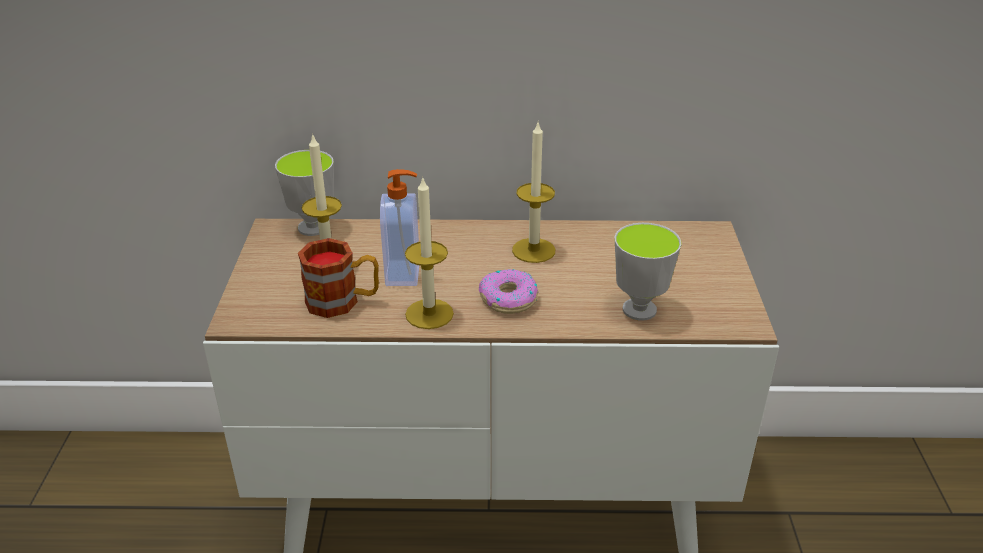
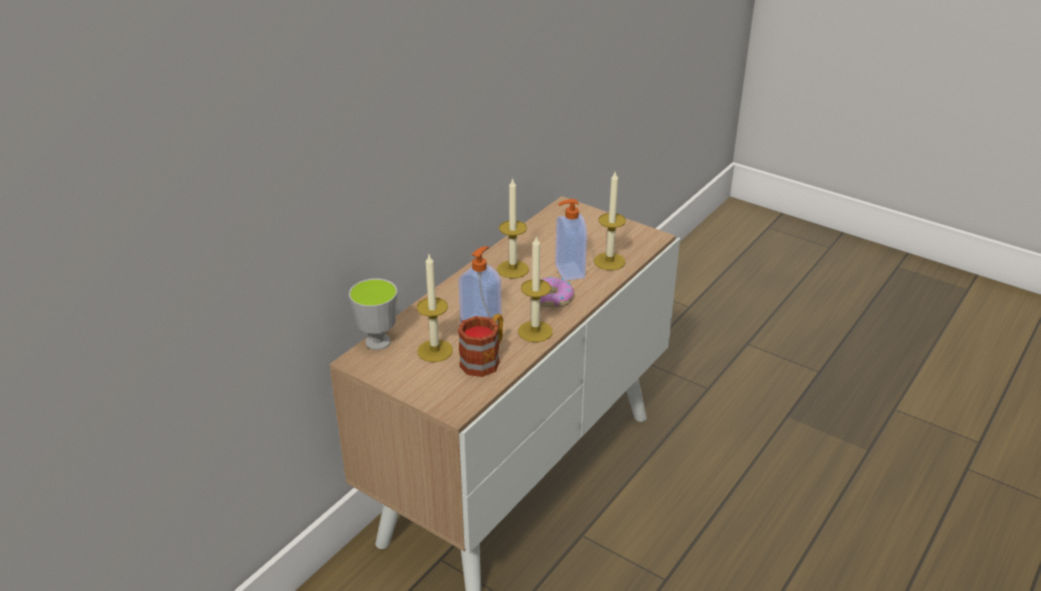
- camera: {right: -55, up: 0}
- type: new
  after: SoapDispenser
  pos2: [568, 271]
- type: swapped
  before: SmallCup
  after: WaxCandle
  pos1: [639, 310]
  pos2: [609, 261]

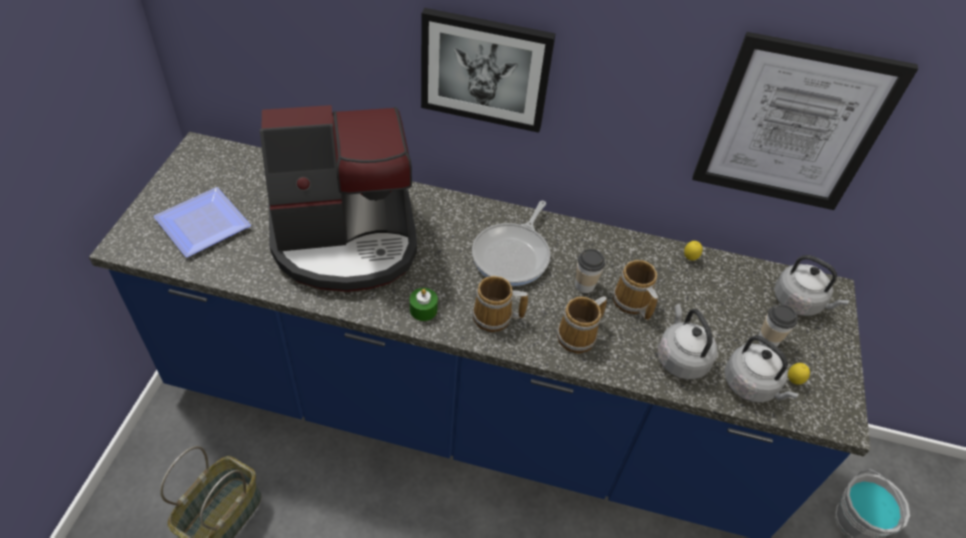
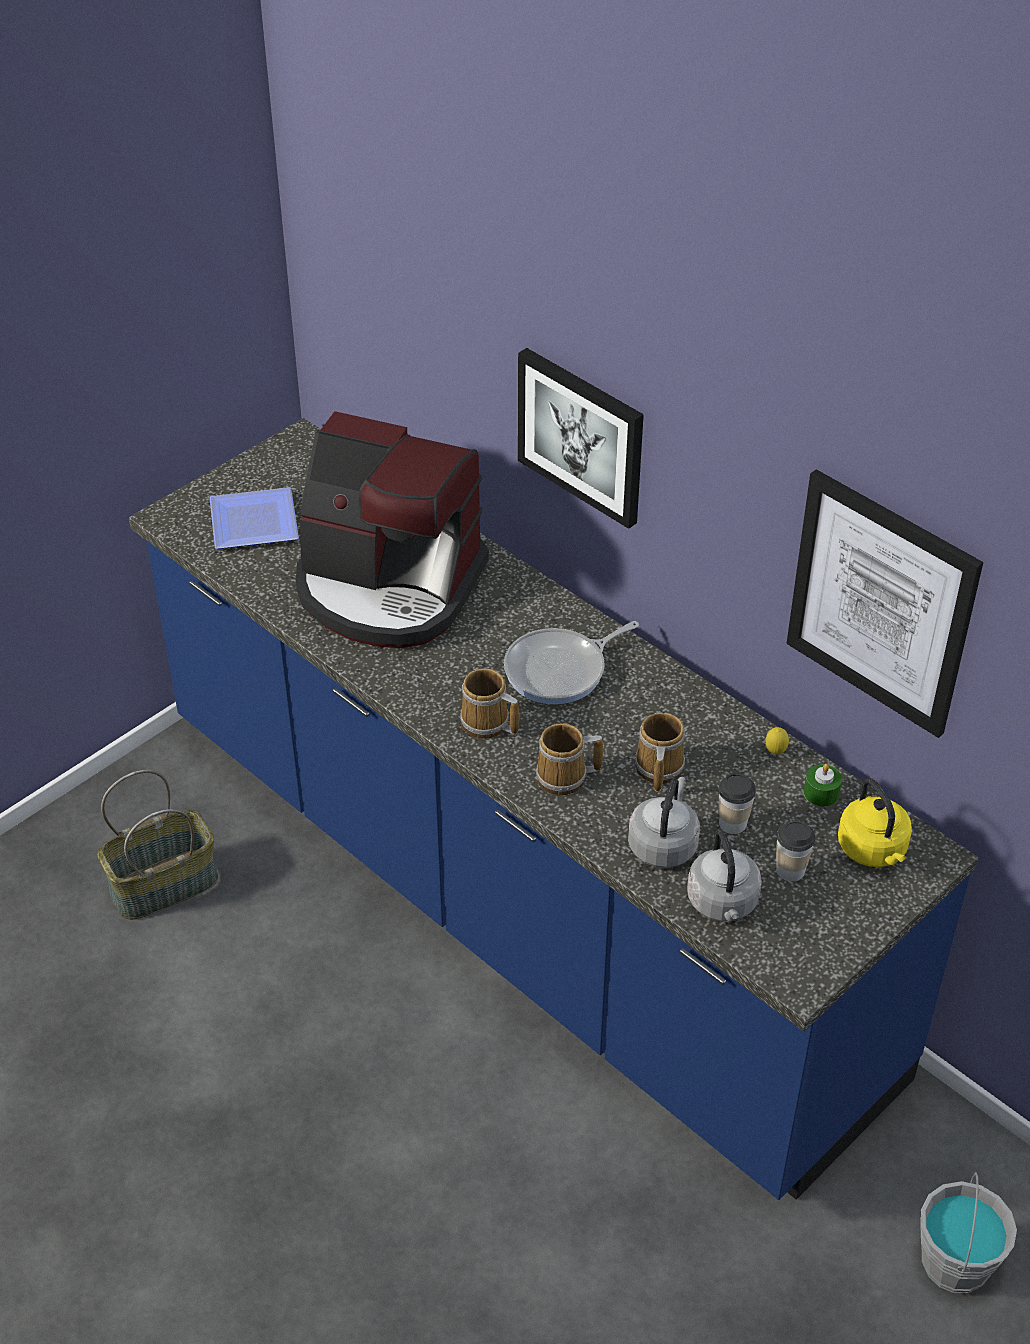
- camera: {right: 35, up: -5}
- type: shifted
  before: SmallCup
  pos1: [584, 285]
  pos2: [732, 823]
- type: shifted
  before: GreenWaxCandle
  pos1: [423, 310]
  pos2: [821, 793]
- type: repainted
  before: GreyWaterKettle
  after: YellowWaterKettle
  pos1: [799, 302]
  pos2: [873, 850]
- type: gone
  before: Lemon
  pos1: [793, 381]

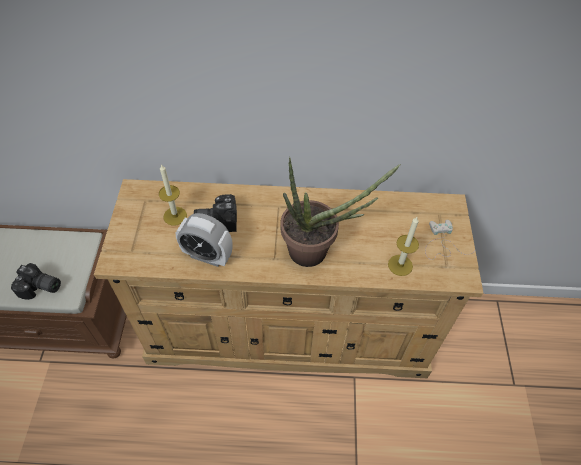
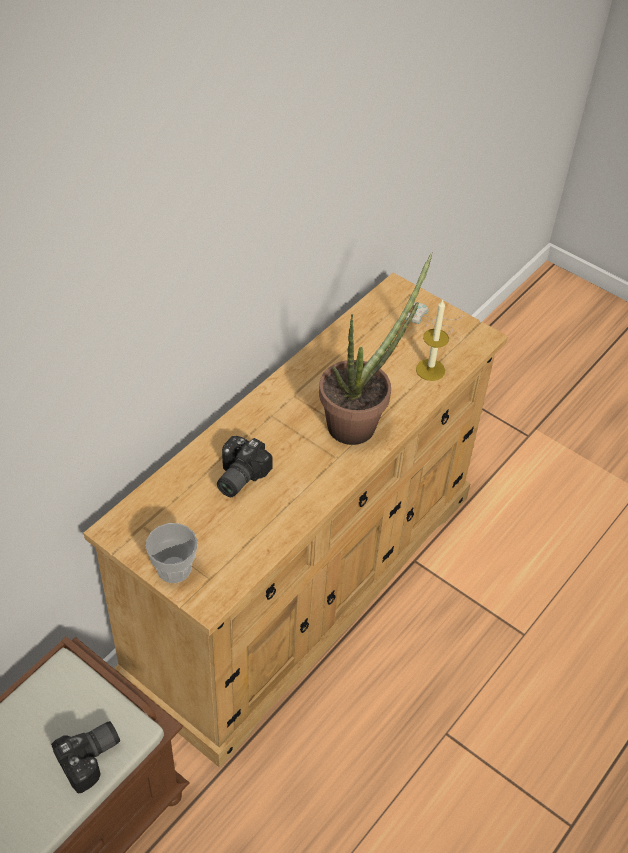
- camera: {right: -55, up: -5}
- type: new
  after: SmallCup
  pos2: [174, 569]
- type: gone
  before: WaxCandle
  pos1: [175, 216]
- type: gone
  before: AlarmClock
  pos1: [207, 256]

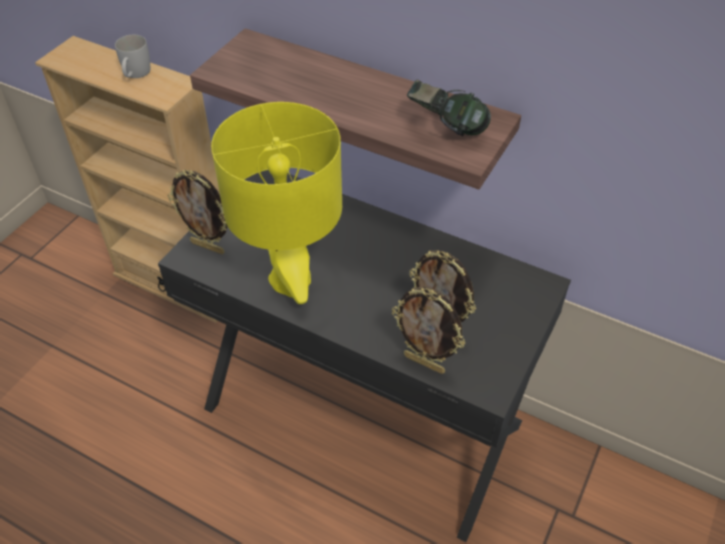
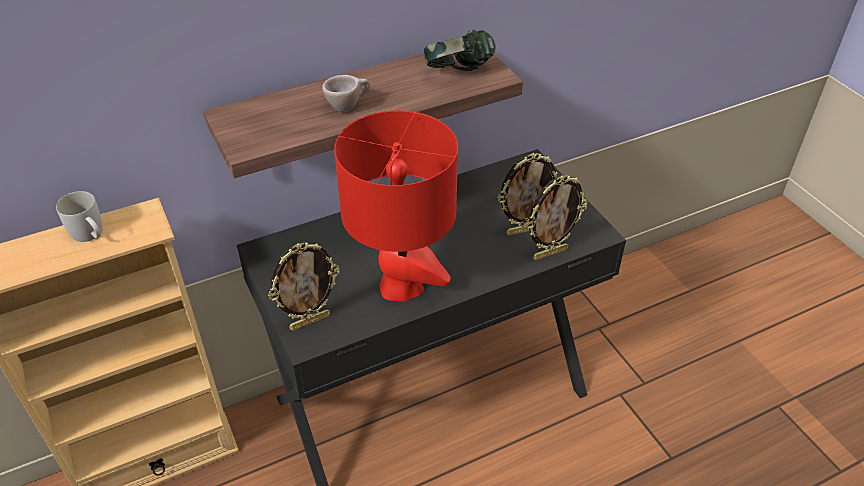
- camera: {right: -55, up: -5}
- type: new
  after: BeigeColouredSmallCup
  pos2: [348, 106]
- type: repainted
  before: YellowTabletopLamp
  after: RedColouredTabletopLamp
  pos1: [290, 280]
  pos2: [401, 286]

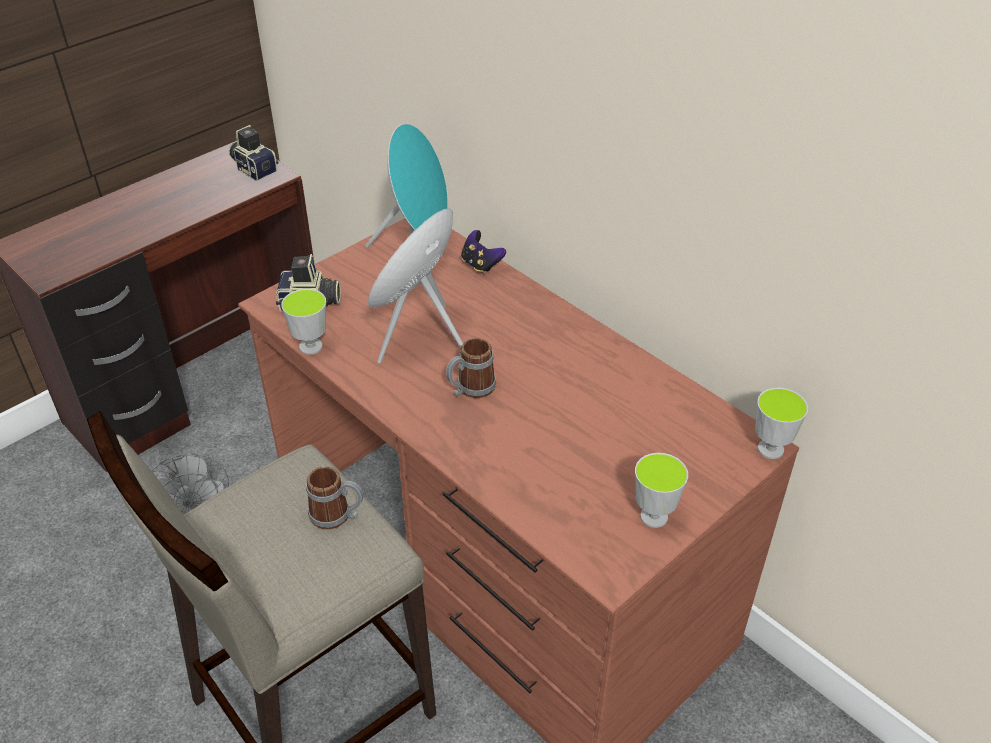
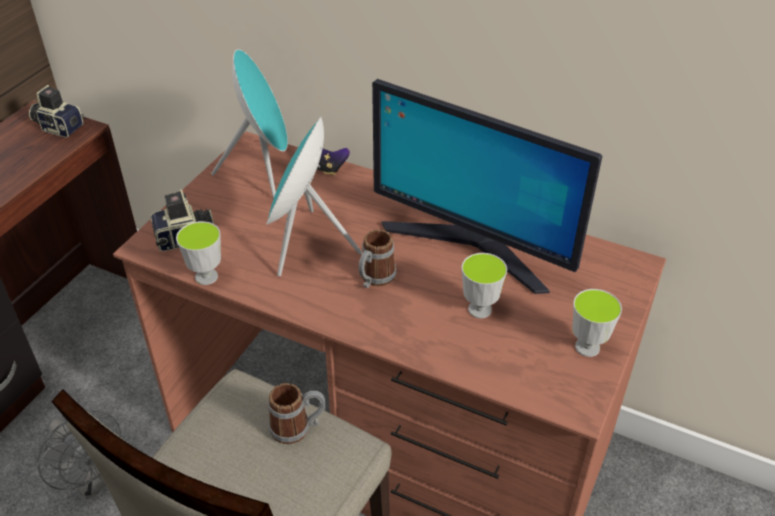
- camera: {right: -20, up: 0}
- type: new
  after: ComputerScreen
  pos2: [472, 246]
- type: shifted
  before: SmallCup
  pos1: [770, 449]
  pos2: [479, 309]

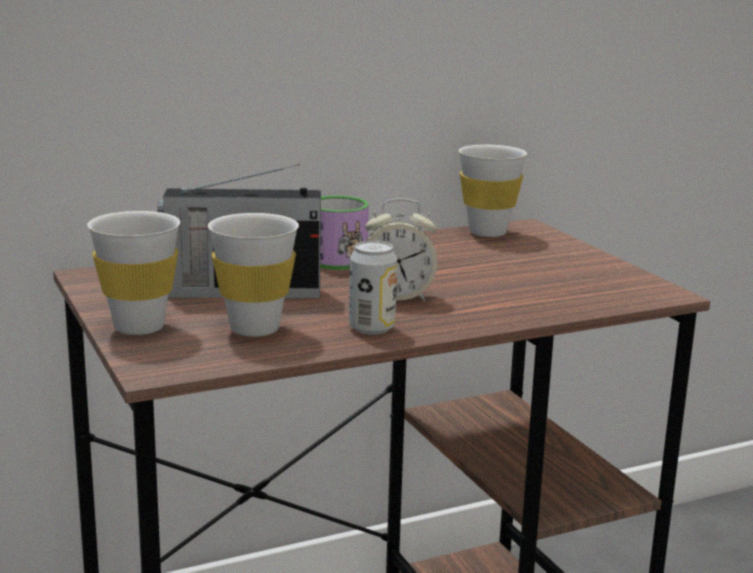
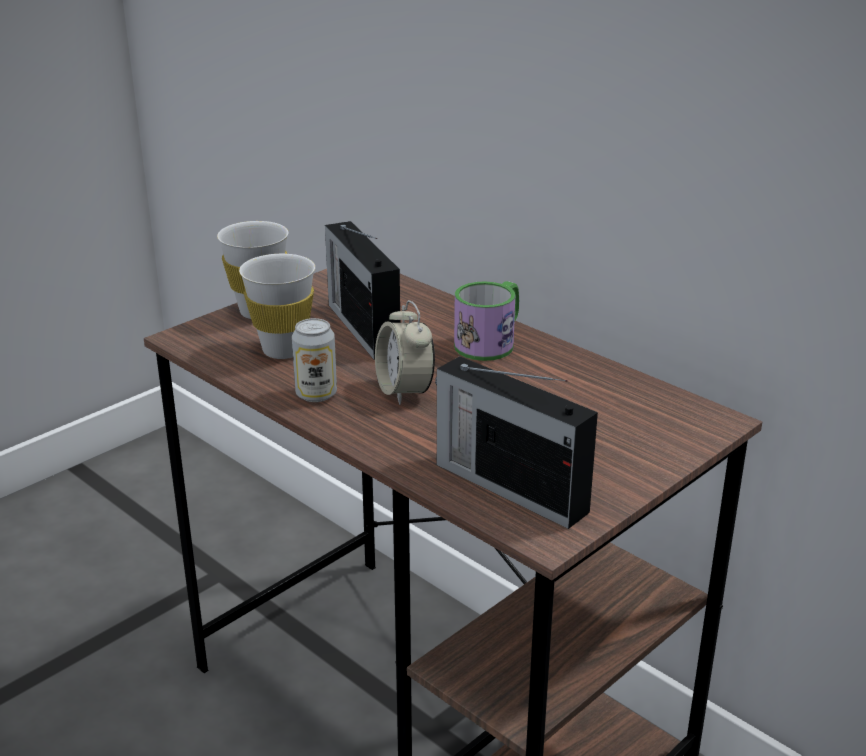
- camera: {right: 70, up: 10}
- type: new
  after: RadioReceiver
  pos2: [508, 486]
- type: gone
  before: WhitishSmallCup
  pos1: [487, 232]

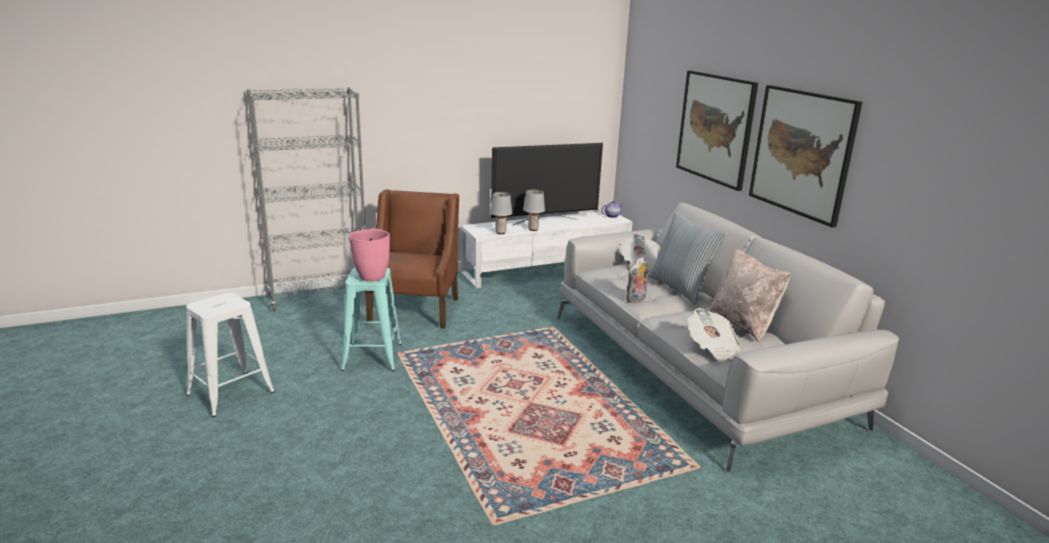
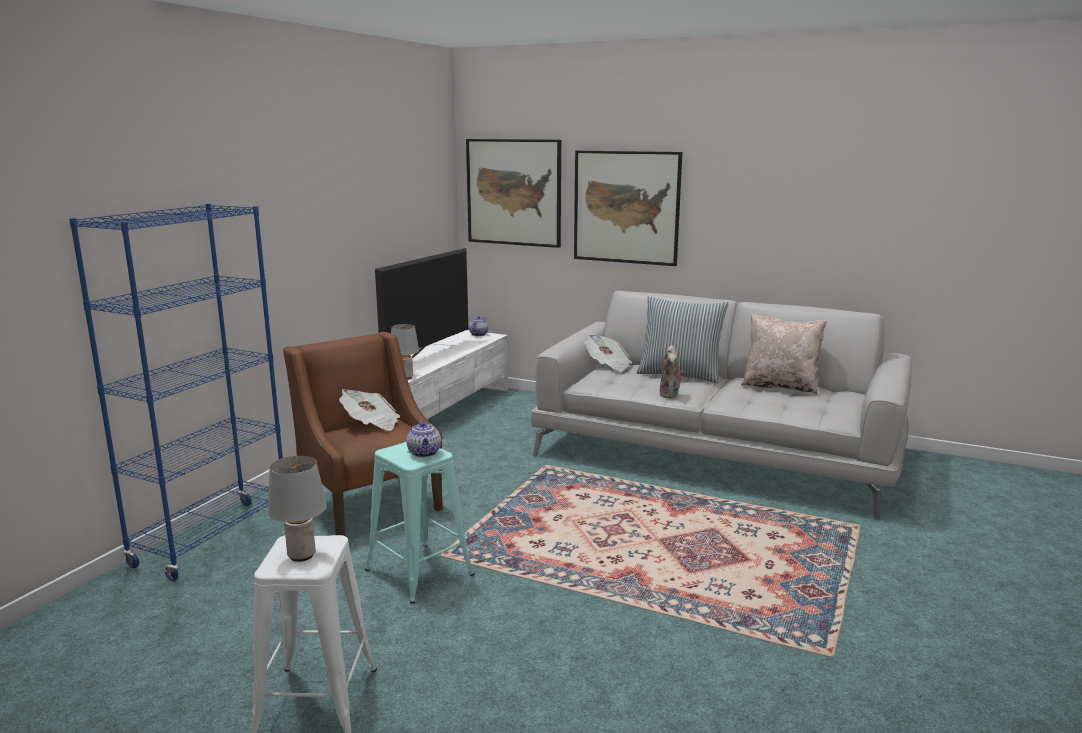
- camera: {right: -40, up: -5}
- type: repainted
  before: GreyShelvingUnit
  after: BluishShelvingUnit
  pos1: [319, 297]
  pos2: [213, 539]
- type: shifted
  before: GreyTabletopLamp
  pos1: [533, 229]
  pos2: [302, 555]
- type: shifted
  before: DailyPaper
  pos1: [712, 348]
  pos2: [371, 423]
- type: swapped
  before: PinkColouredVase
  after: Teapot
  pos1: [371, 277]
  pos2: [424, 453]
- type: shifted
  before: WallPicture
  pos1: [802, 153]
  pos2: [514, 192]

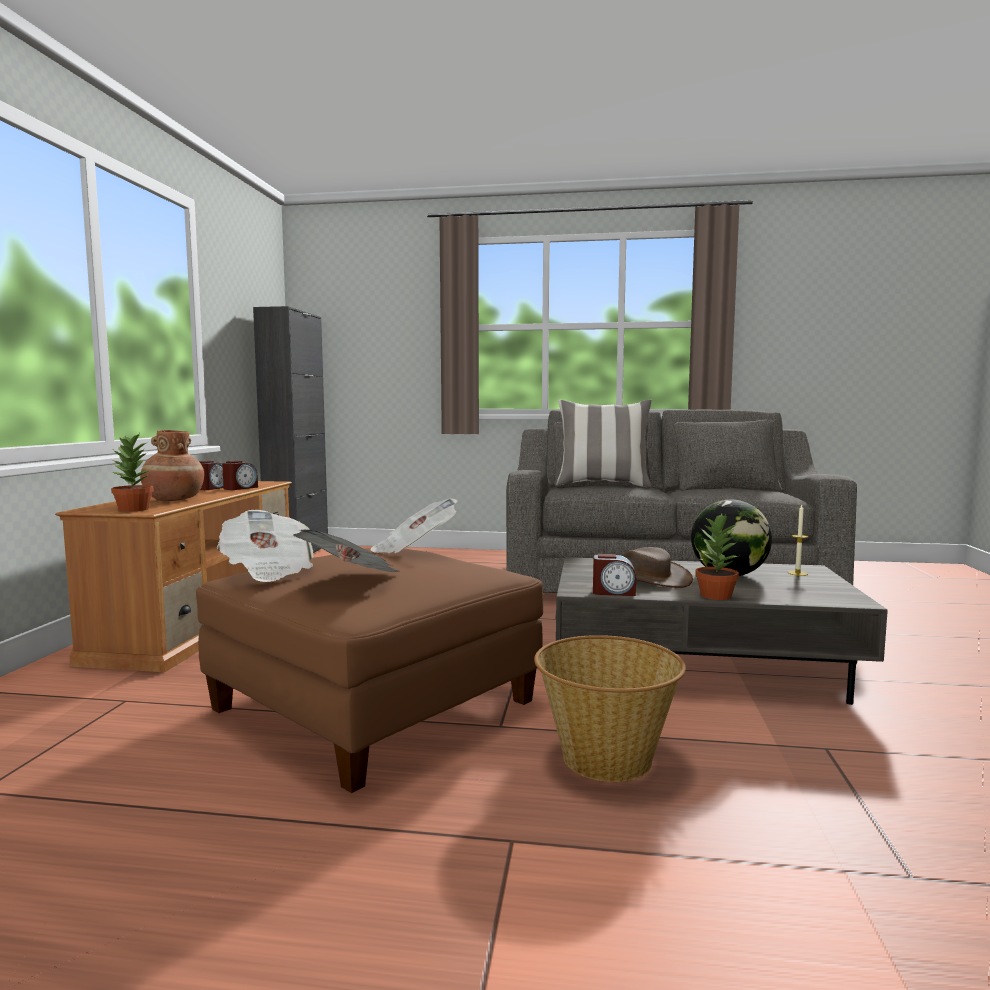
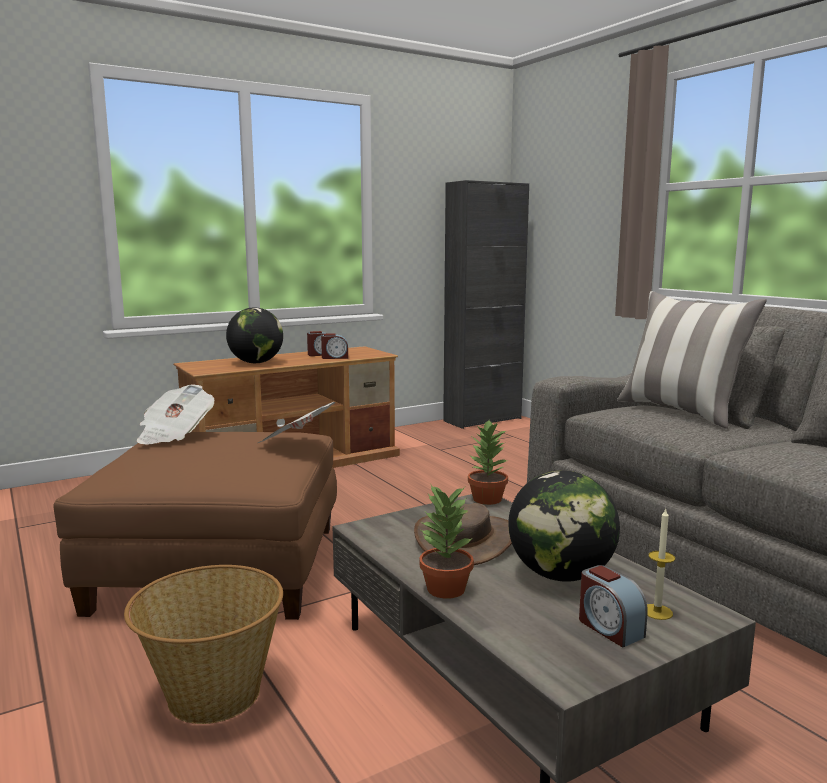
- camera: {right: 50, up: 5}
- type: swapped
  before: BrownVase
  after: Globe
  pos1: [173, 500]
  pos2: [256, 363]
- type: shifted
  before: PlantInAPot
  pos1: [133, 509]
  pos2: [486, 499]
- type: shifted
  before: AlarmClock
  pos1: [613, 592]
  pos2: [609, 628]
- type: gone
  before: DailyPaper
  pos1: [351, 580]

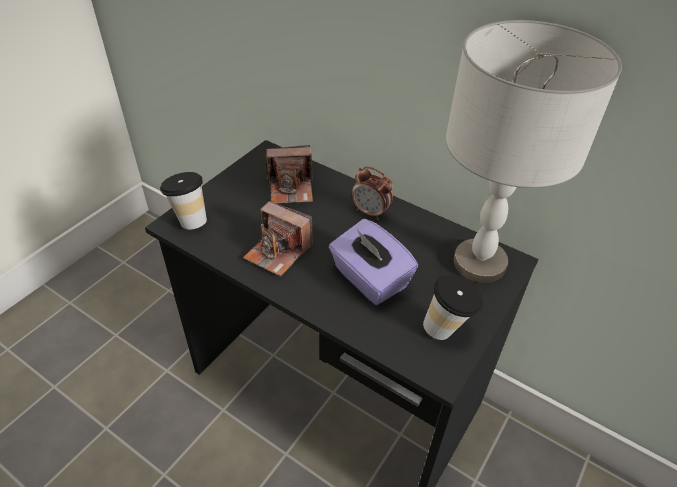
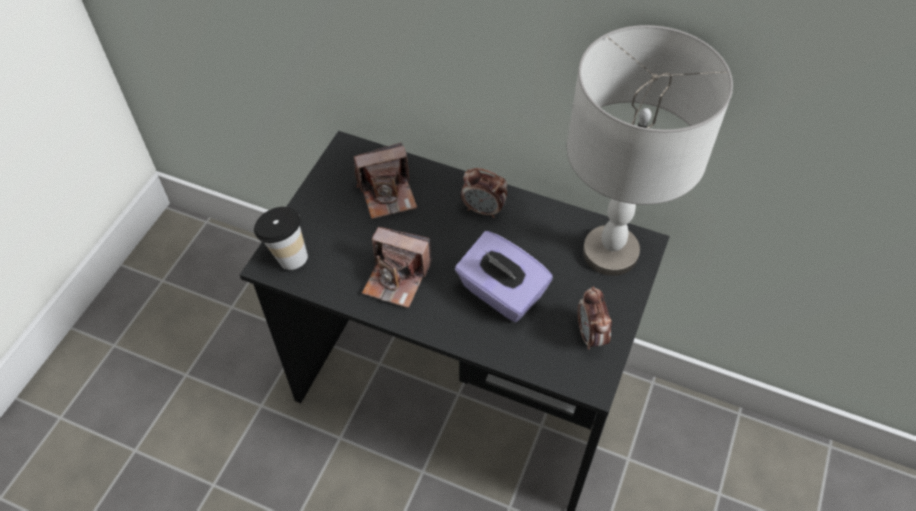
- camera: {right: -10, up: 10}
- type: swapped
  before: SmallCup
  after: AlarmClock
  pos1: [447, 329]
  pos2: [591, 335]

